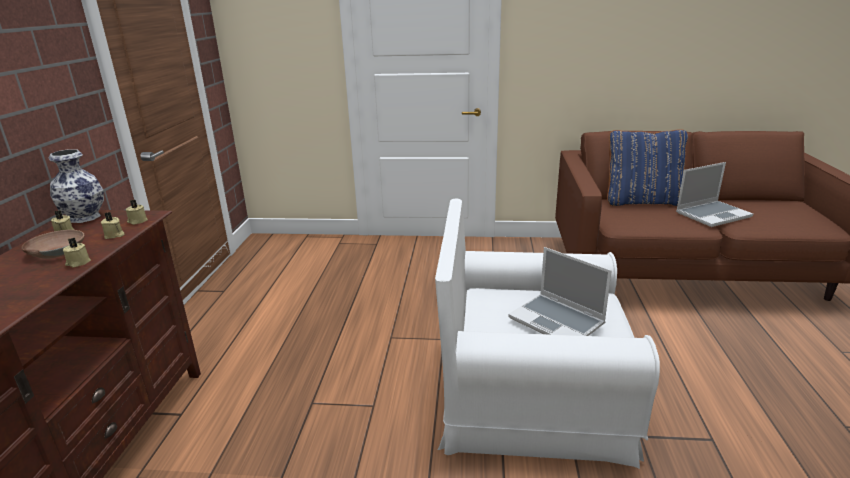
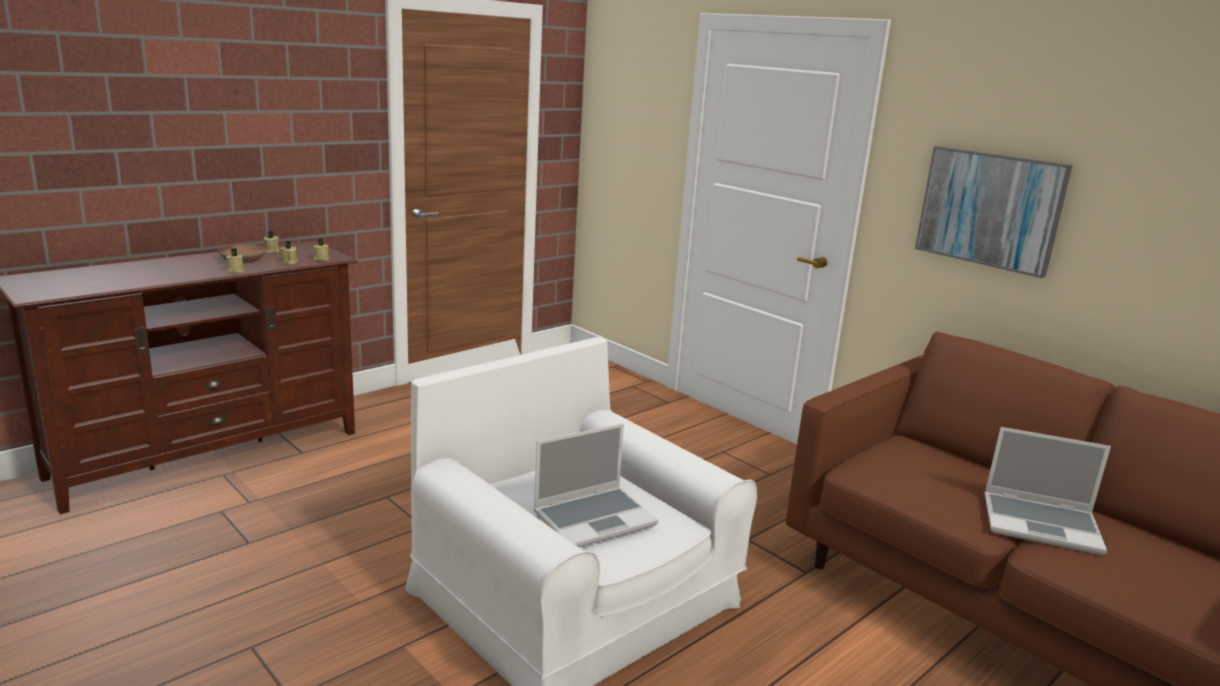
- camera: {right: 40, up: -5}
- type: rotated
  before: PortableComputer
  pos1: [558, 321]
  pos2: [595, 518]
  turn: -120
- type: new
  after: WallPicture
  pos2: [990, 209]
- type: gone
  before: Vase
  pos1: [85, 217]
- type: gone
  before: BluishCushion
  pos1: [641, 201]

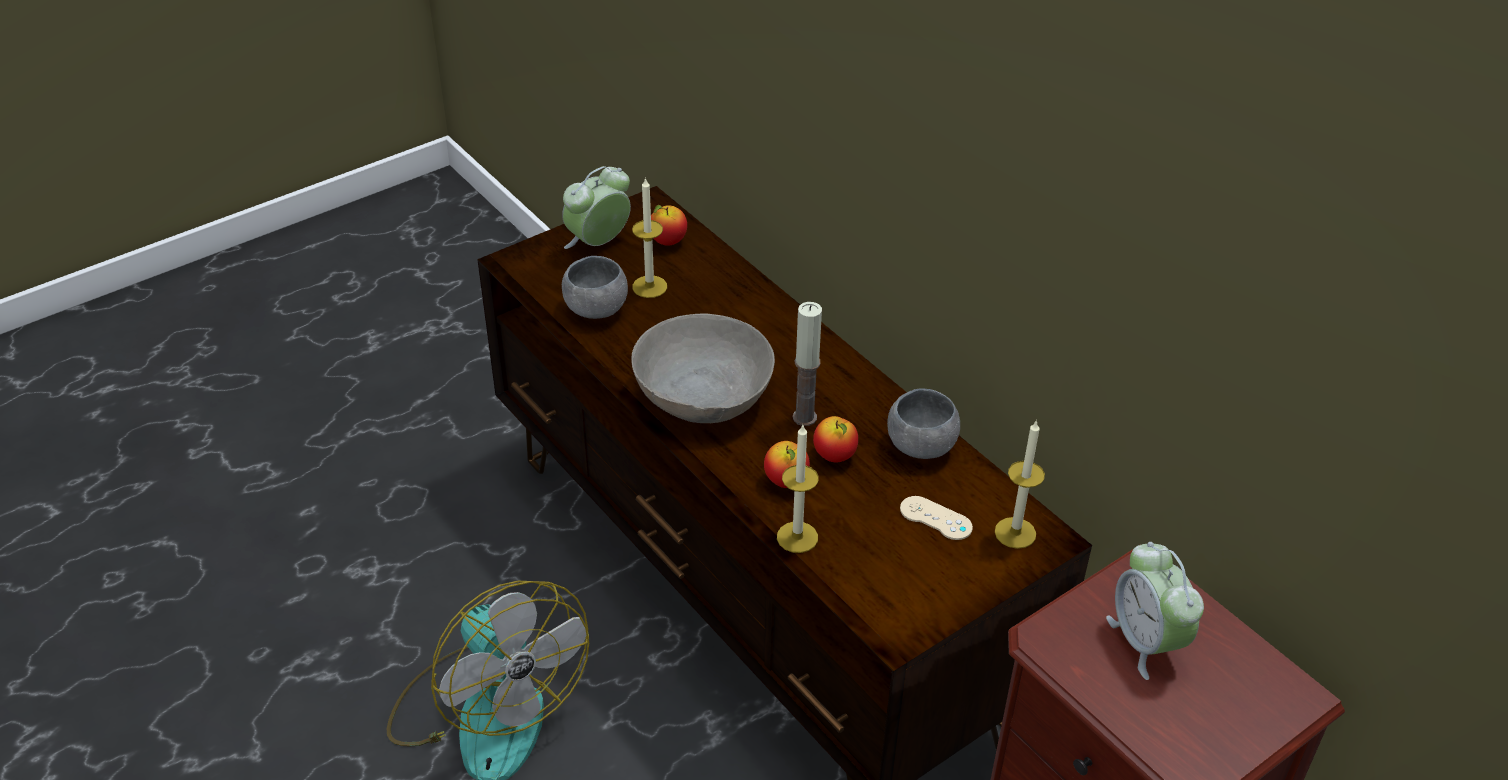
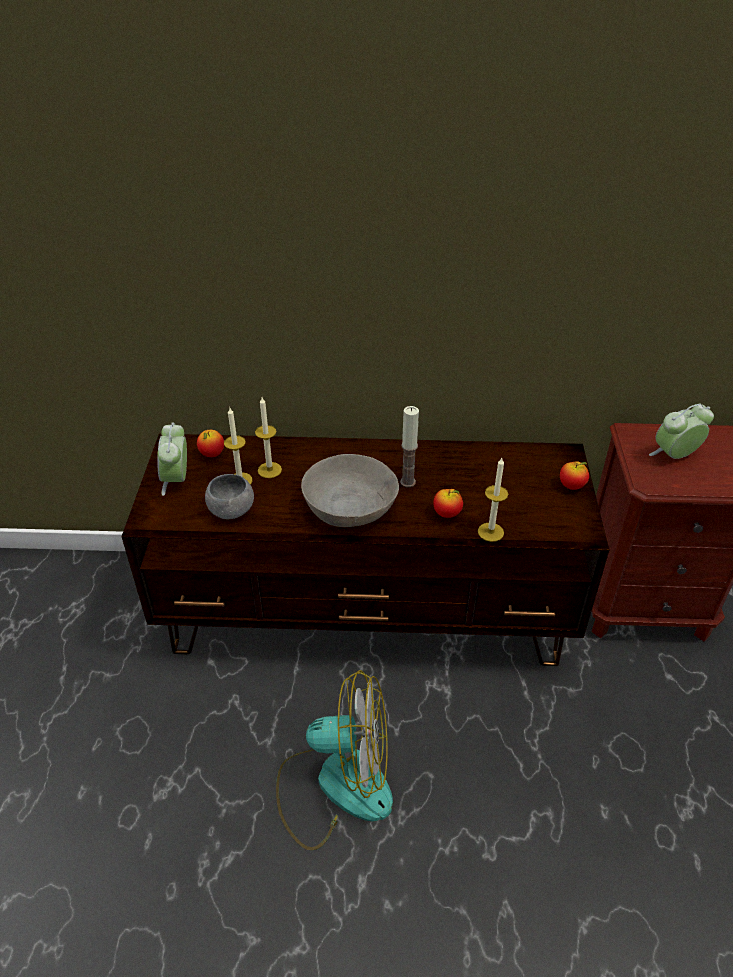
- camera: {right: -50, up: 0}
- type: shifted
  before: WaxCandle
  pos1: [1015, 533]
  pos2: [269, 470]
- type: shifted
  before: Apple
  pos1: [835, 456]
  pos2: [571, 486]
- type: rotated
  before: AlarmClock
  pos1: [1146, 642]
  pos2: [674, 456]
  turn: 135
- type: gone
  before: GreyBowl
  pos1: [921, 445]
- type: gone
  before: BeigeColouredGamepad
  pos1: [935, 518]

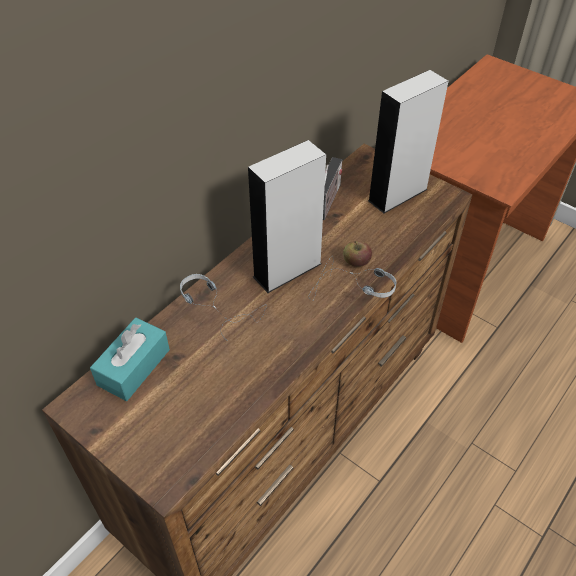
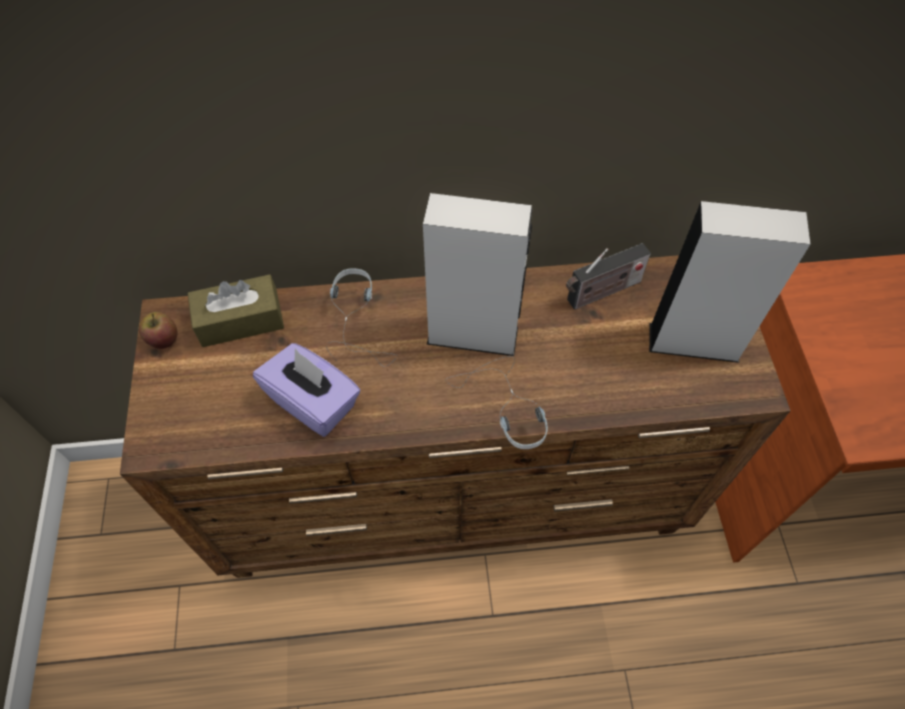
- camera: {right: 45, up: 10}
- type: shifted
  before: Apple
  pos1: [356, 262]
  pos2: [163, 339]
- type: repainted
  before: BlueGreenTissueHolder
  after: BrownTissueHolder
  pos1: [134, 367]
  pos2: [240, 320]
- type: new
  after: PurpleTissueHolder
  pos2: [313, 402]

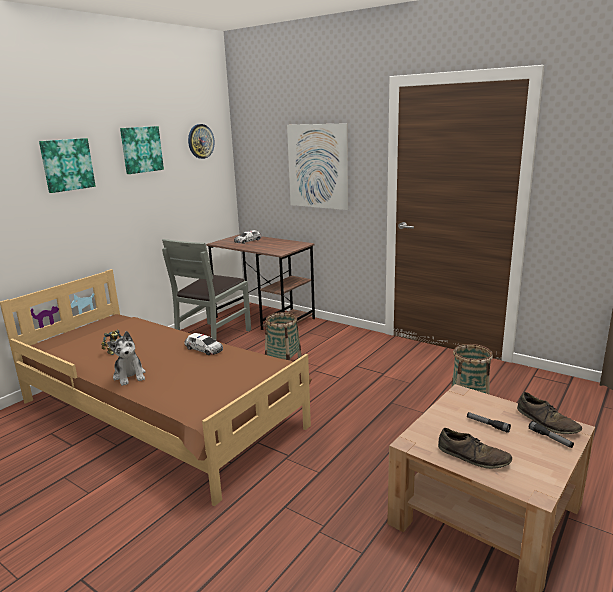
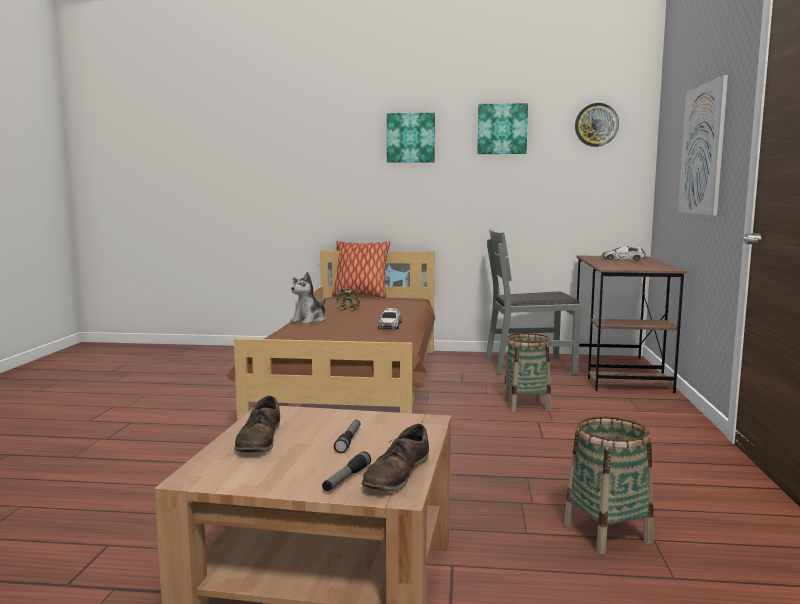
- camera: {right: 60, up: -10}
- type: new
  after: Cushion
  pos2: [360, 296]

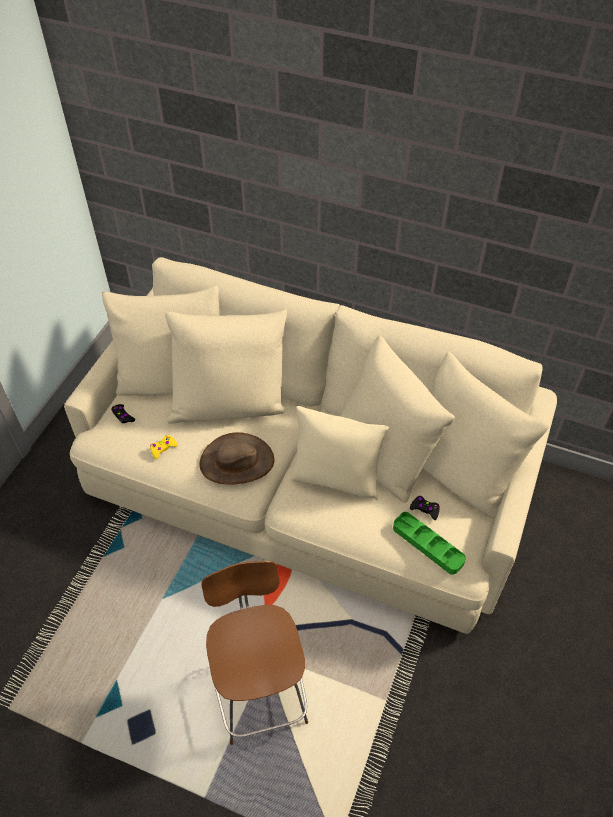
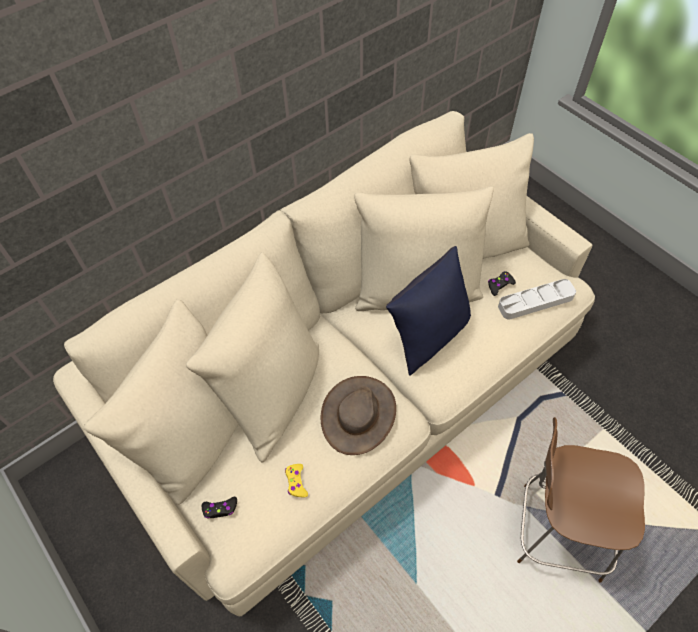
- camera: {right: -60, up: 5}
- type: repainted
  before: BeigeColouredCushion
  after: BluishCushion
  pos1: [336, 478]
  pos2: [428, 337]
- type: repainted
  before: GreenTray
  after: GreyTray
  pos1: [428, 545]
  pos2: [535, 301]

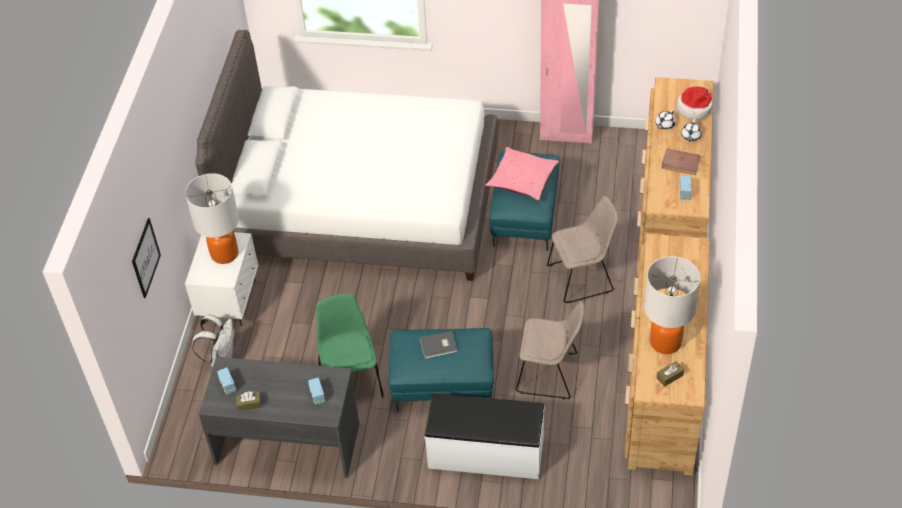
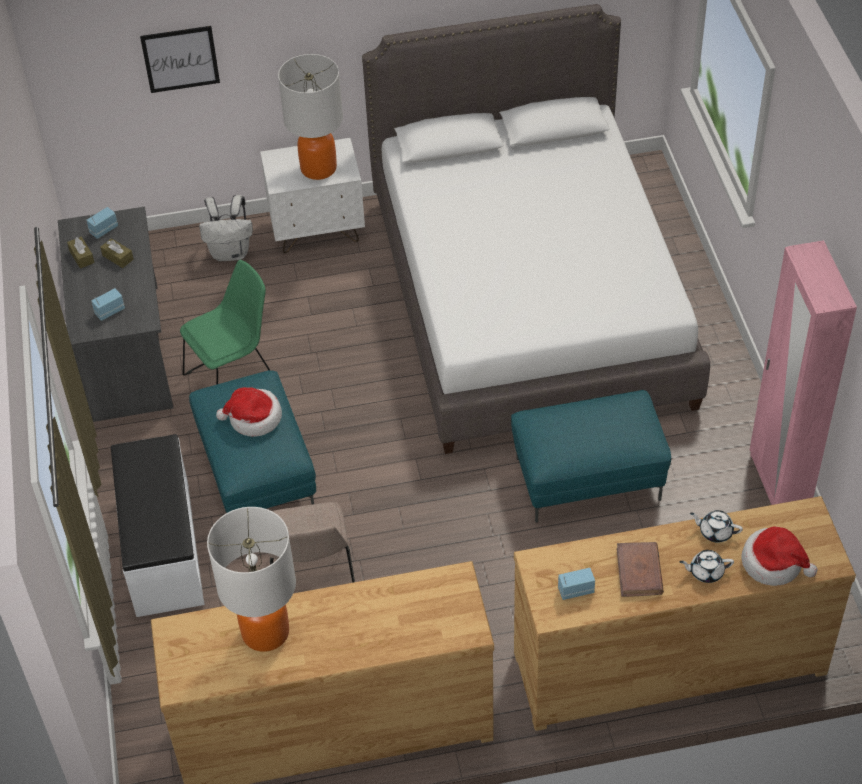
- camera: {right: 70, up: 0}
- type: shifted
  before: BrownTissueHolder
  pos1: [669, 376]
  pos2: [118, 257]
- type: swapped
  before: GreyBoundBook
  after: WearableHat
  pos1: [439, 346]
  pos2: [253, 418]
- type: gone
  before: PinkColouredCushion
  pos1: [522, 179]
- type: gone
  before: BeigeColouredPlainChair
  pos1: [582, 277]

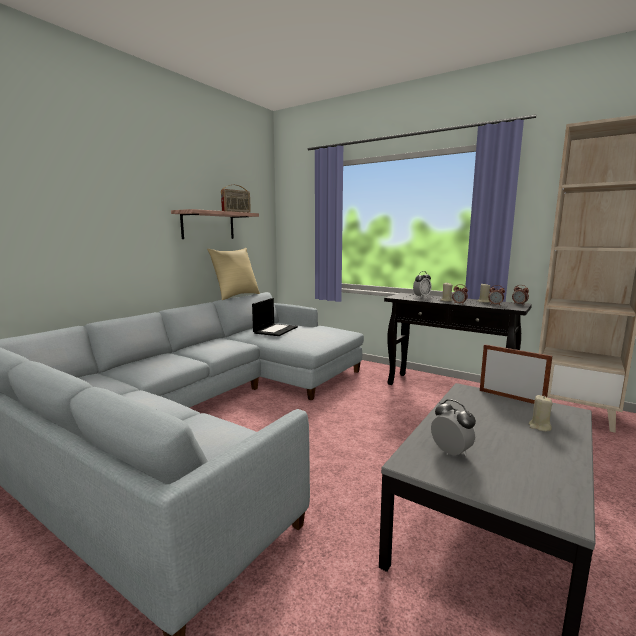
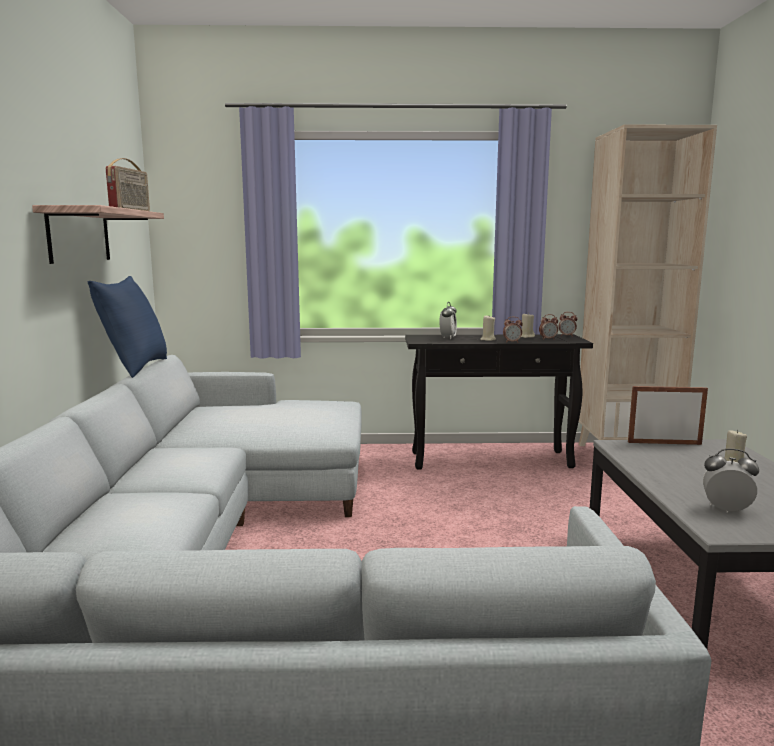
- camera: {right: -35, up: 0}
- type: repainted
  before: BeigeColouredCushion
  after: BluishCushion
  pos1: [236, 296]
  pos2: [135, 368]
- type: gone
  before: PortableComputer
  pos1: [275, 330]

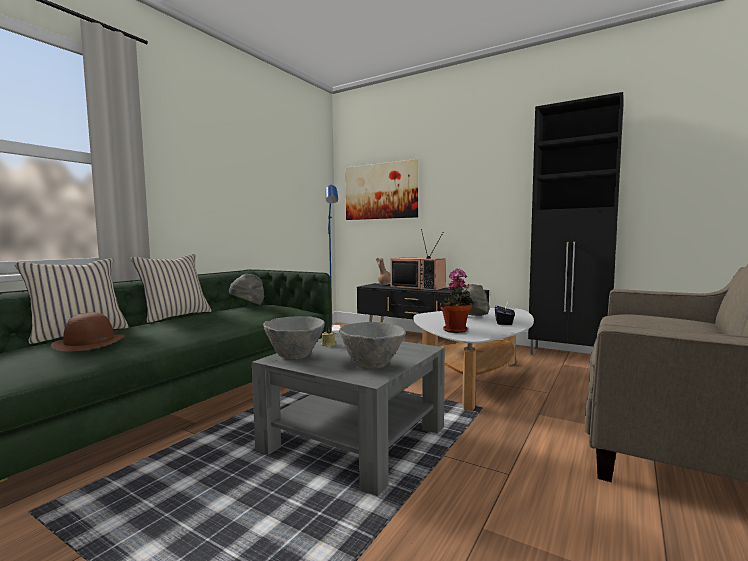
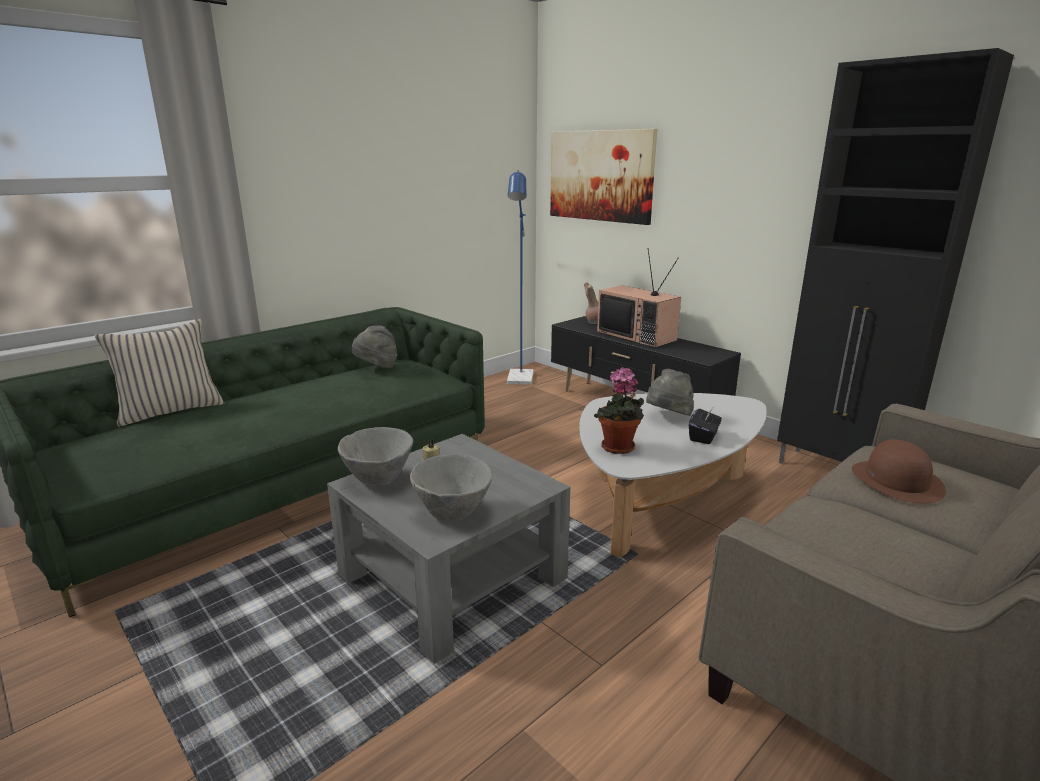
- camera: {right: 15, up: 15}
- type: shifted
  before: BrownWearableHat
  pos1: [89, 342]
  pos2: [897, 481]
- type: gone
  before: BeigeColouredCushion
  pos1: [175, 316]

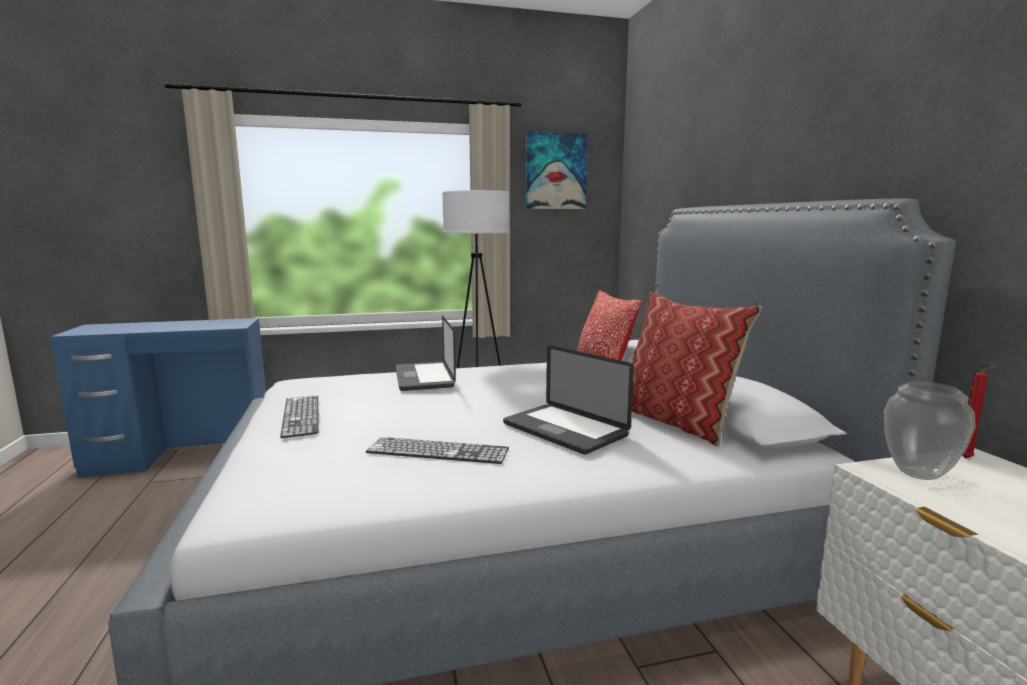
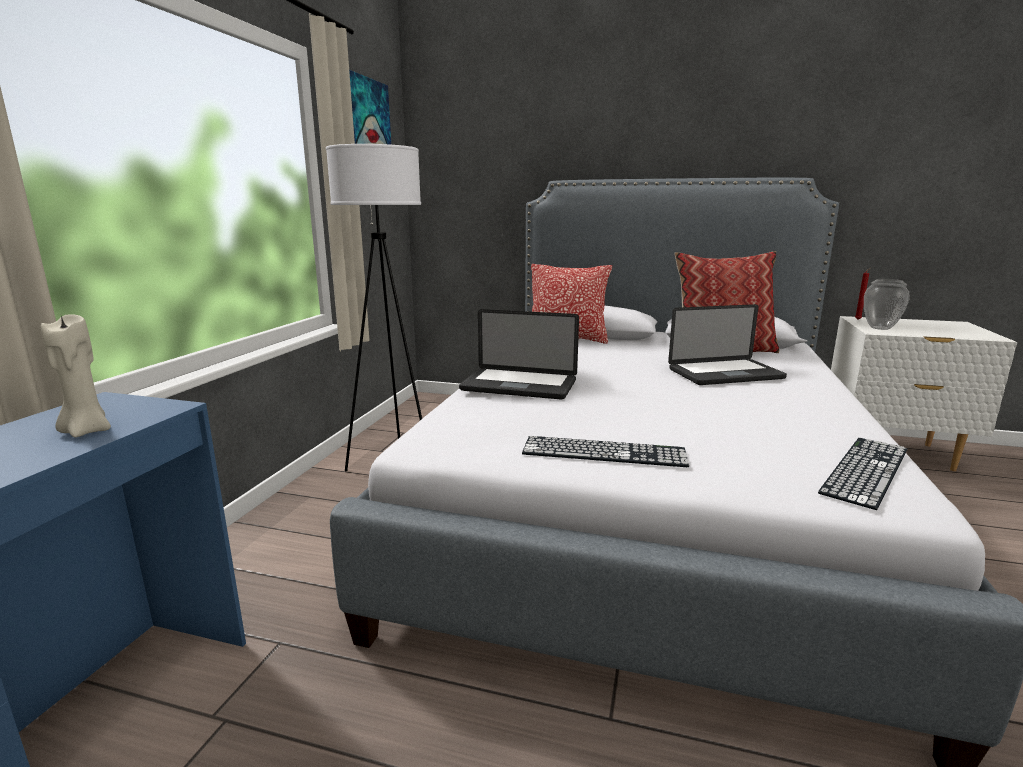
- camera: {right: -60, up: 5}
- type: new
  after: BeigeColouredWaxCandle
  pos2: [86, 431]
- type: shifted
  before: PcKeyboard
  pos1: [438, 450]
  pos2: [866, 470]

